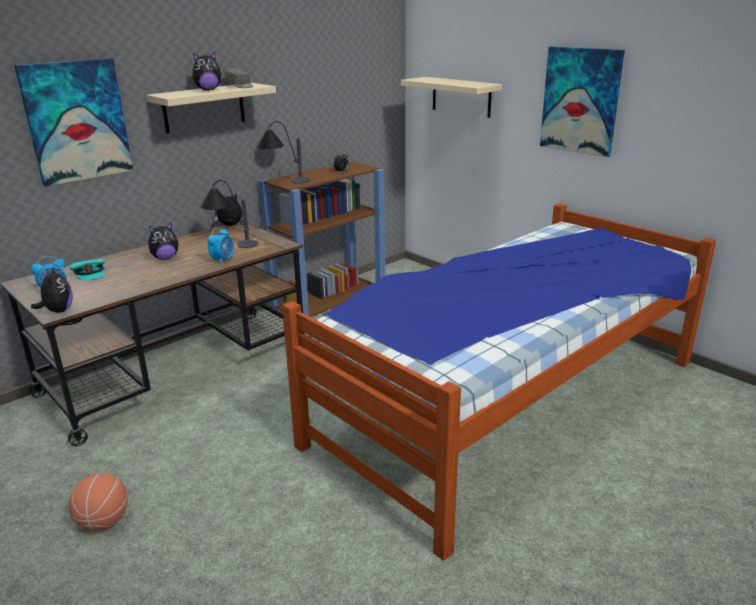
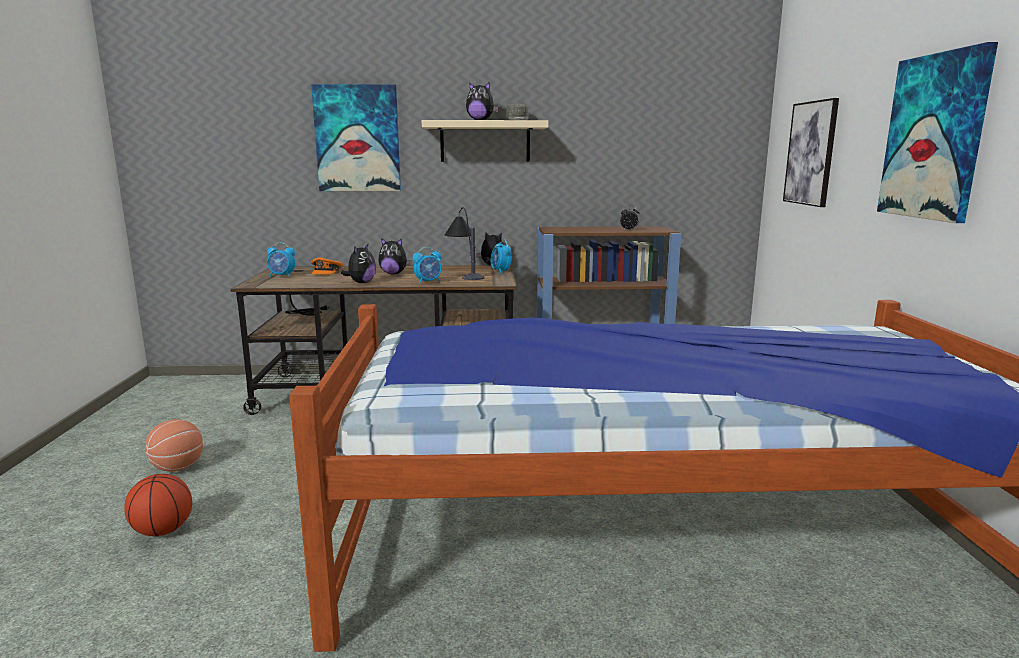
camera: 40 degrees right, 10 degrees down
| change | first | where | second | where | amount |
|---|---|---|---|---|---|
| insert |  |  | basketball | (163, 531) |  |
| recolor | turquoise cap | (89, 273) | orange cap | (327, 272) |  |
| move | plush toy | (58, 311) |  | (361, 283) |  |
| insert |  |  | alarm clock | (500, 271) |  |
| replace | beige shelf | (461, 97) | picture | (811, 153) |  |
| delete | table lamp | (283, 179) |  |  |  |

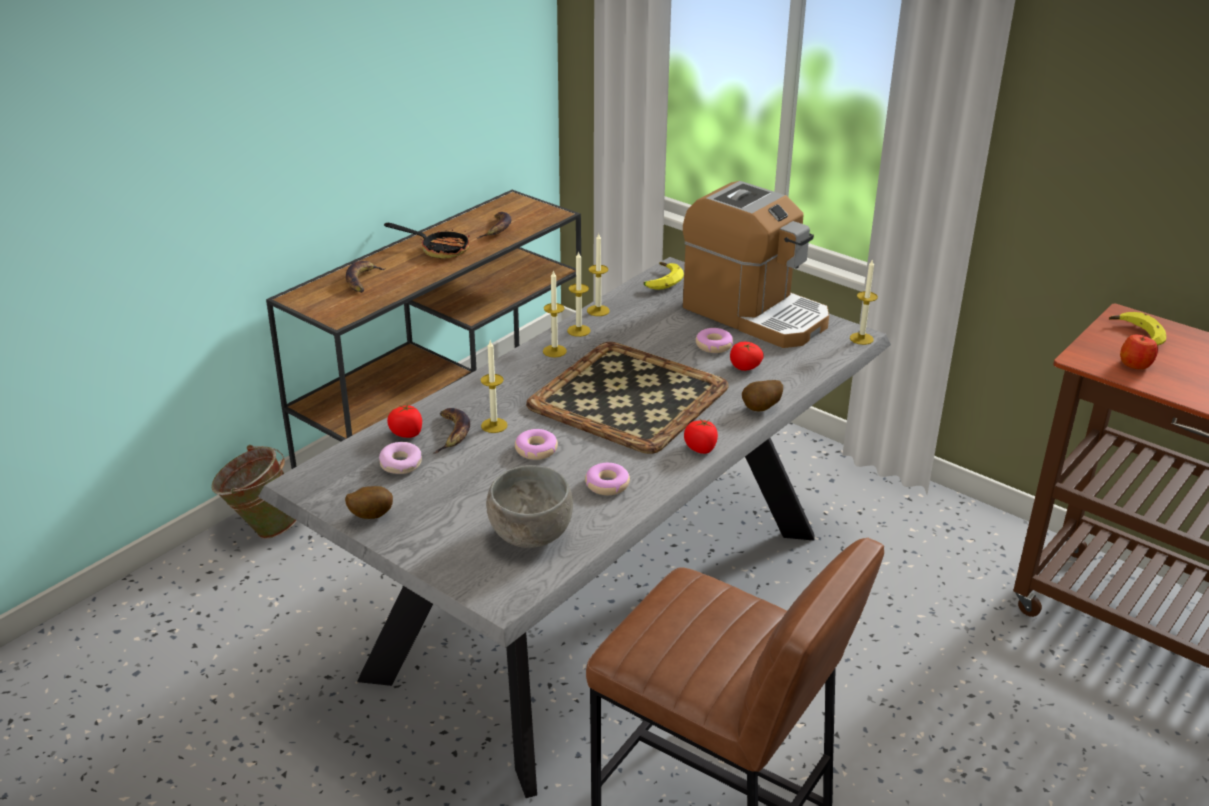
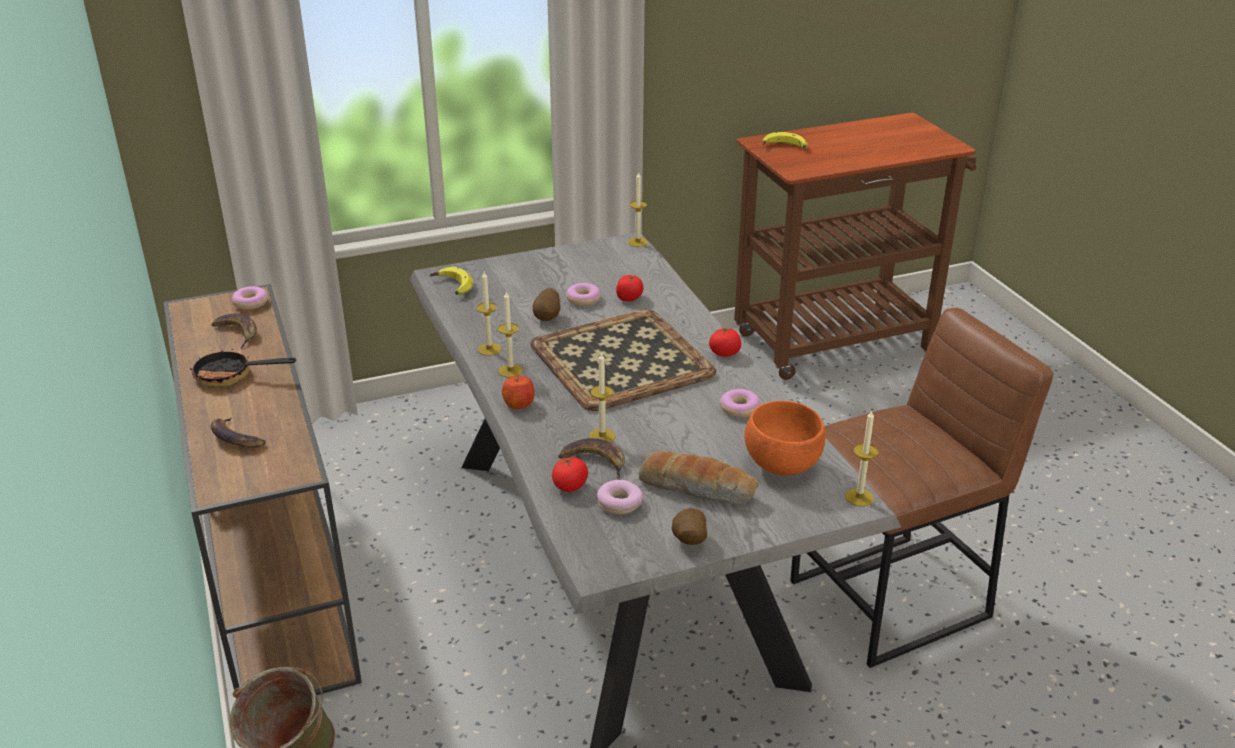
camera: 60 degrees left, 0 degrees up
| change | first | where | second | where | amount |
|---|---|---|---|---|---|
| rotate | frying pan | (438, 249) |  | (232, 376) | 135 degrees counterclockwise |
| move | donut | (536, 450) |  | (251, 303) |  |
| move | apple | (1135, 364) |  | (518, 404) |  |
| move | potato | (761, 409) |  | (548, 317) |  |
| insert |  |  | bread | (698, 488) |  |
| recolor | grey bowl | (529, 535) | orange bowl | (781, 465) |  |
| move | candle | (598, 310) |  | (859, 497) |  |
| delete | coffee machine | (754, 314) |  |  |  |

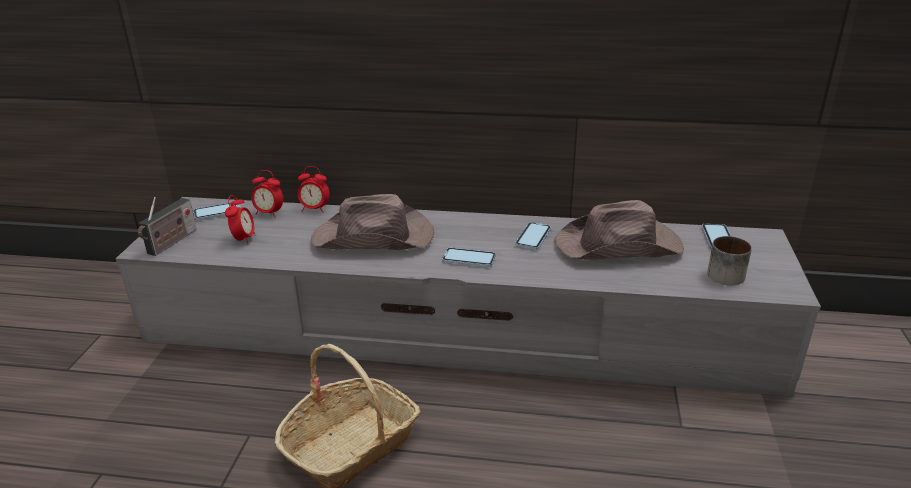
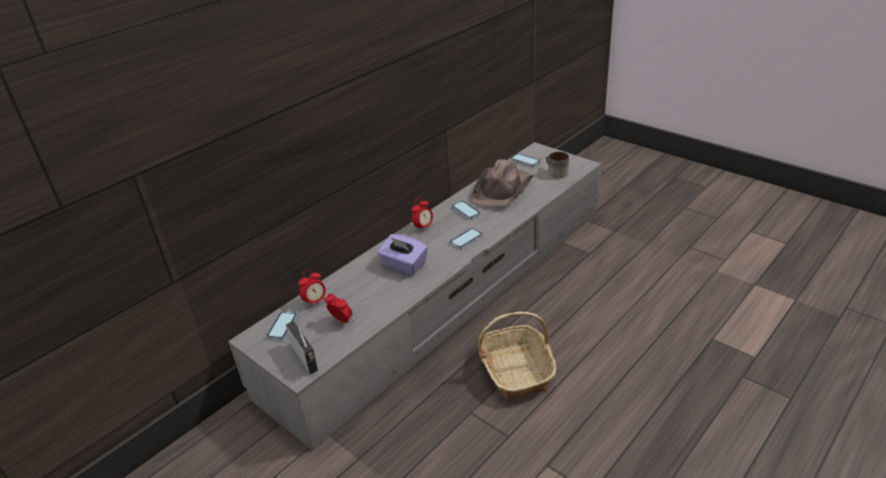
camera: 55 degrees left, 5 degrees up
| change | first | where | second | where | amount |
|---|---|---|---|---|---|
| replace | brown hat | (374, 238) | purple tissue box | (404, 265) |  |
| move | alarm clock | (314, 209) |  | (423, 227) |  |

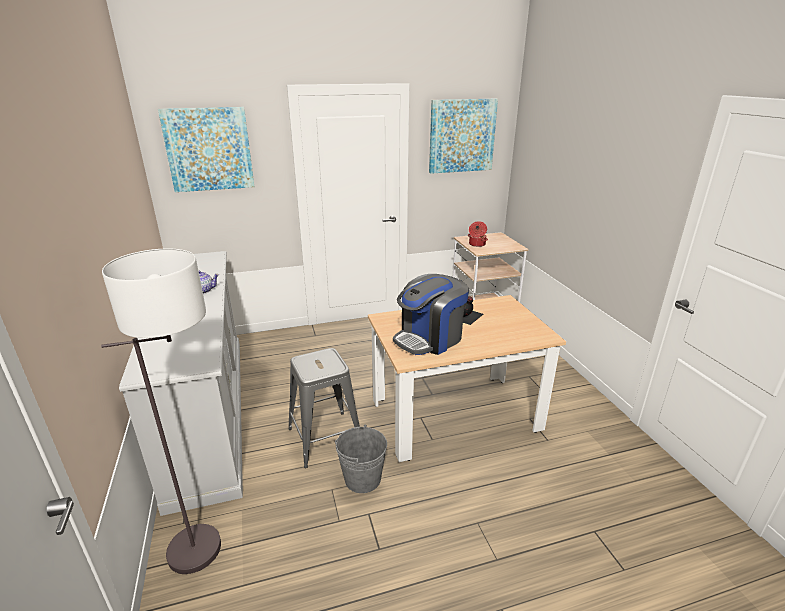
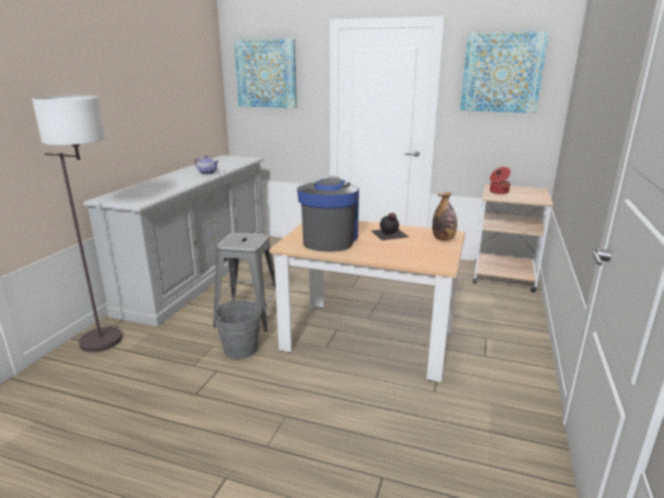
camera: 35 degrees right, 5 degrees down
| change | first | where | second | where | amount |
|---|---|---|---|---|---|
| rotate | coffee machine | (429, 338) |  | (329, 239) | 105 degrees clockwise |
| insert |  |  | bottle | (443, 239) |  |

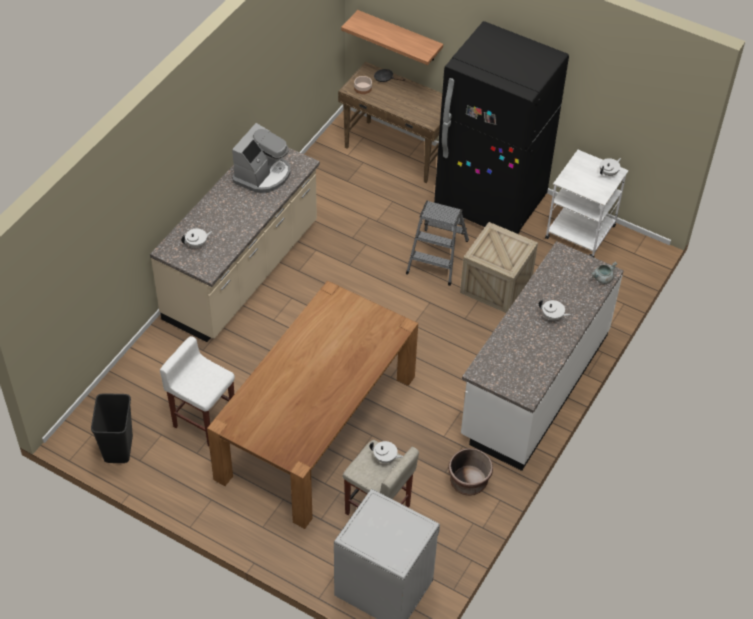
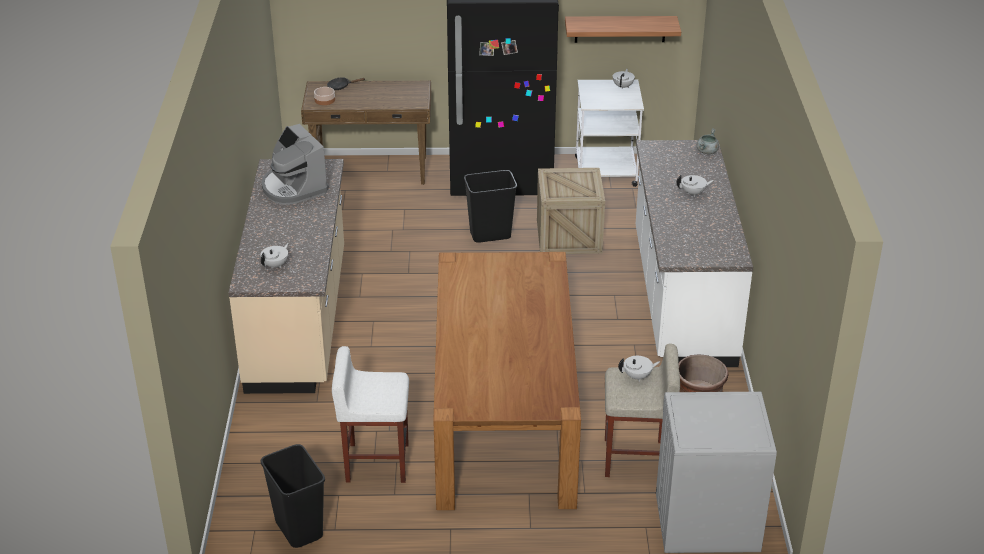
camera: 30 degrees left, 15 degrees down
| change | first | where | second | where | amount |
|---|---|---|---|---|---|
| rotate | coffee machine | (263, 175) |  | (293, 188) | 150 degrees clockwise |
| replace | grey step ladder | (437, 256) | black trash can | (490, 234) |  |
| move | shelf | (399, 36) |  | (620, 29) |  |

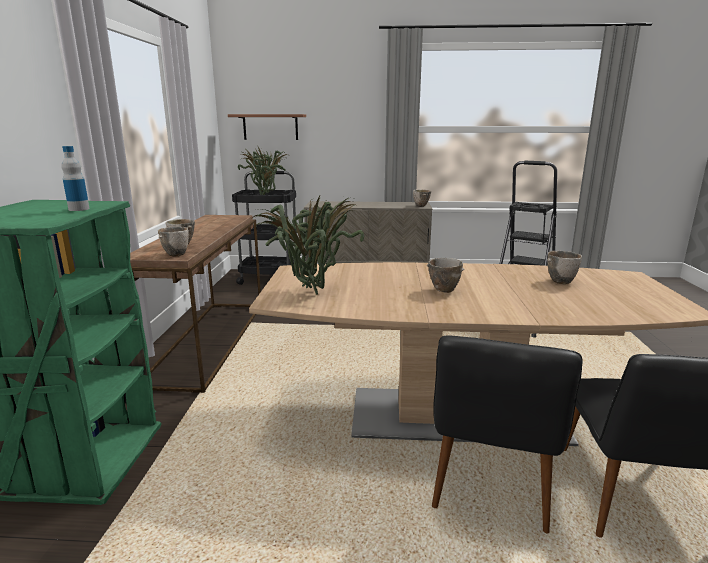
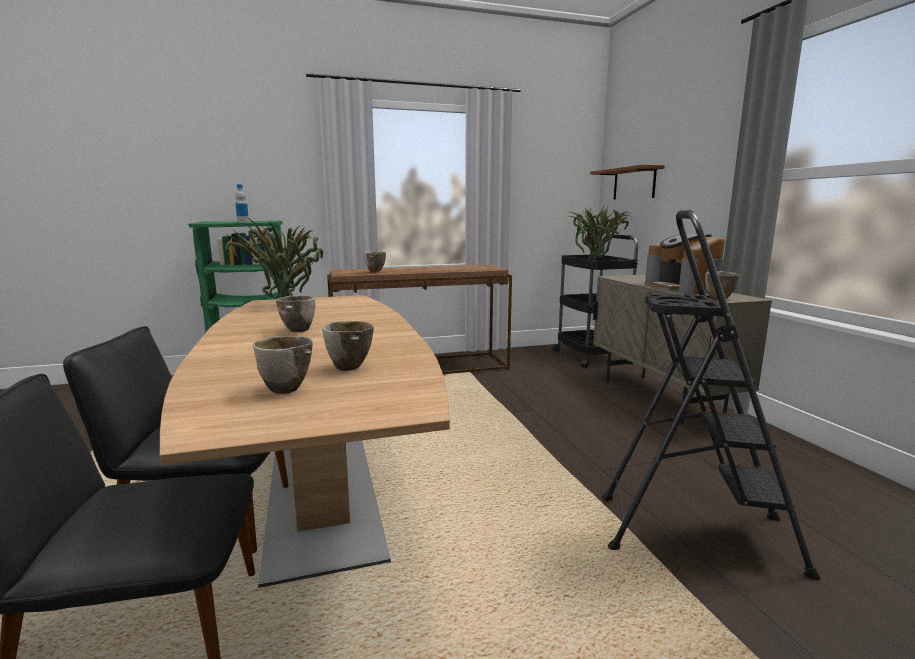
camera: 70 degrees right, 5 degrees down
| change | first | where | second | where | amount |
|---|---|---|---|---|---|
| move | bowl | (177, 254) |  | (287, 390) |  |
| insert |  |  | coffee machine | (682, 288) |  |

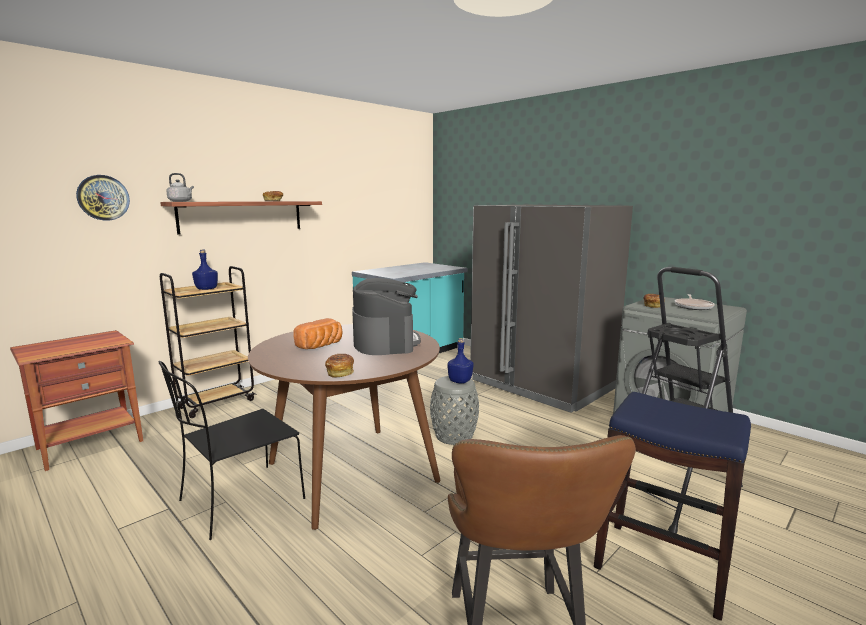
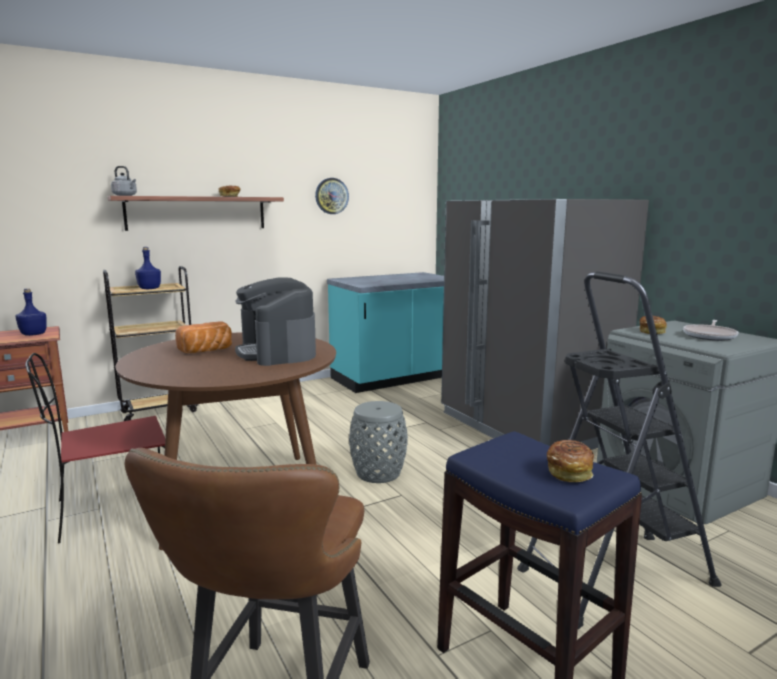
camera: 15 degrees right, 0 degrees up
| change | first | where | second | where | amount |
|---|---|---|---|---|---|
| move | blue bottle | (460, 381) |  | (33, 334) |  |
| recolor | black chair | (239, 501) | red chair | (111, 510) |  |
| rotate | coffee machine | (385, 342) |  | (277, 352) | 150 degrees clockwise |
| move | wall clock | (103, 197) |  | (331, 196) |  |
| move | bread | (340, 372) |  | (569, 472) |  |

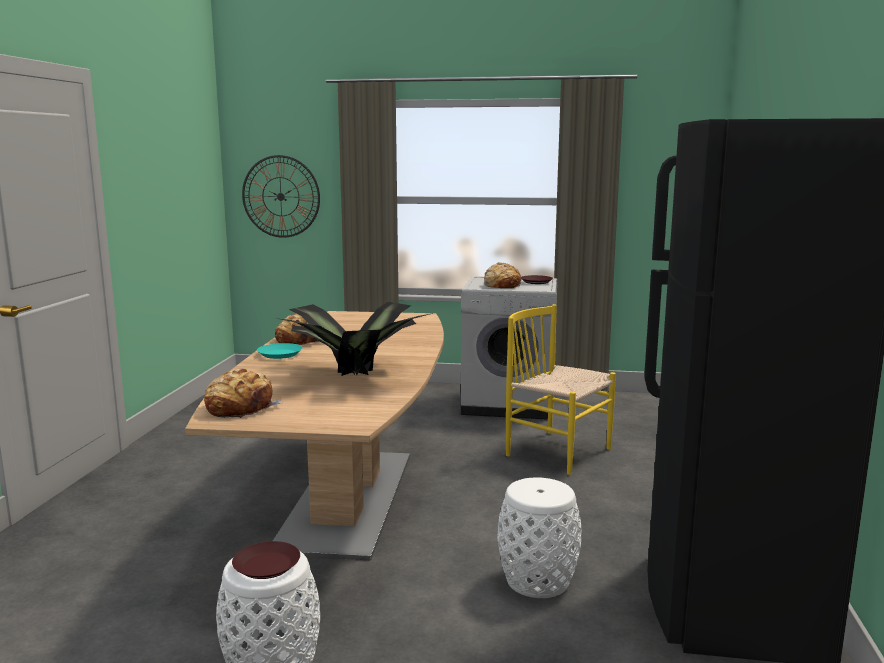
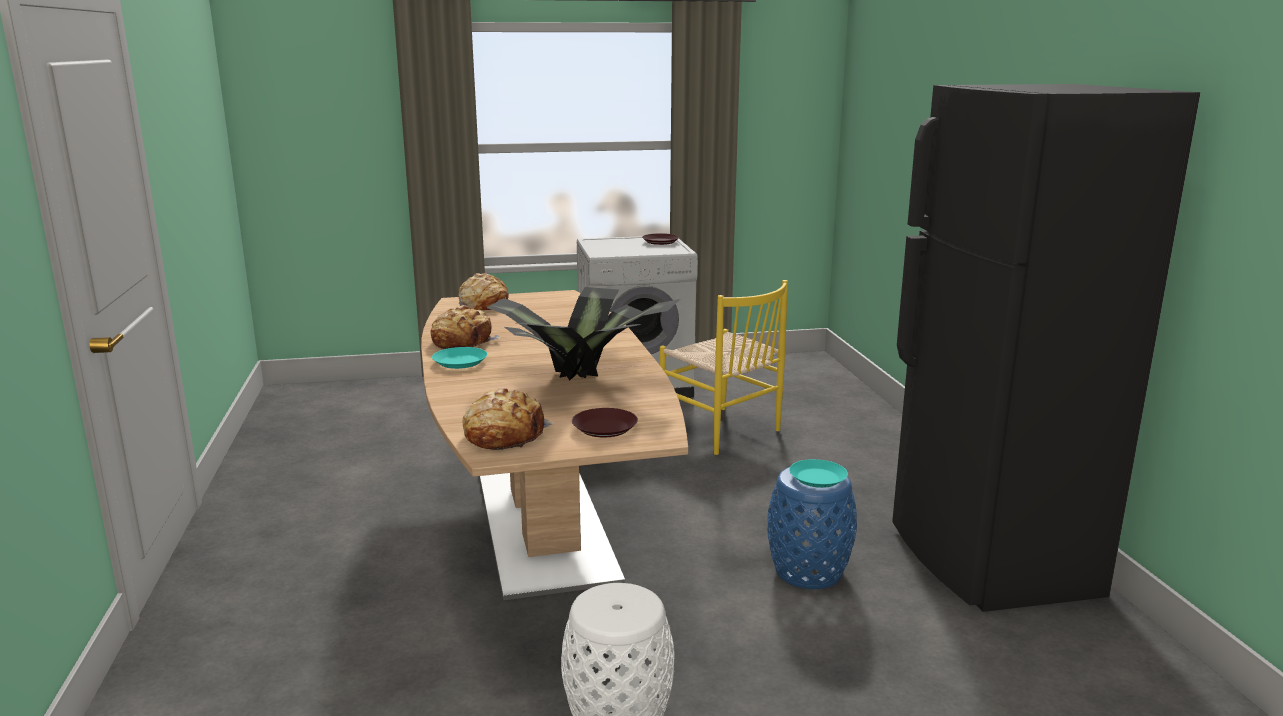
camera: 20 degrees left, 5 degrees up
| change | first | where | second | where | amount |
|---|---|---|---|---|---|
| move | bread | (502, 285) |  | (483, 304) |  |
| move | brown plate | (266, 566) |  | (604, 428) |  |
| rotate | yellow chair | (554, 451) |  | (723, 432) | 150 degrees counterclockwise |
| recolor | white stool | (537, 581) | blue stool | (808, 572) |  |
| insert |  |  | turquoise plate | (818, 478) |  |
| delete | wall clock | (281, 196) |  |  |  |

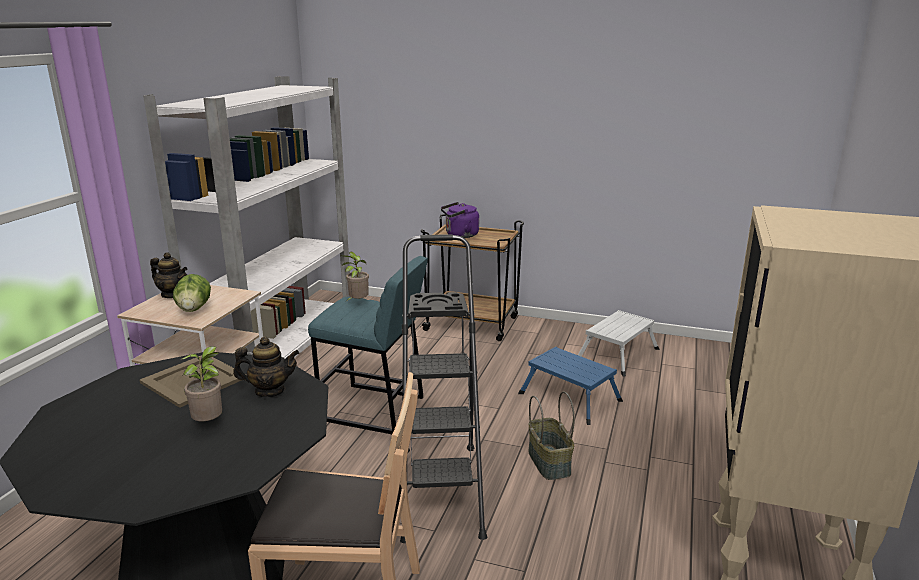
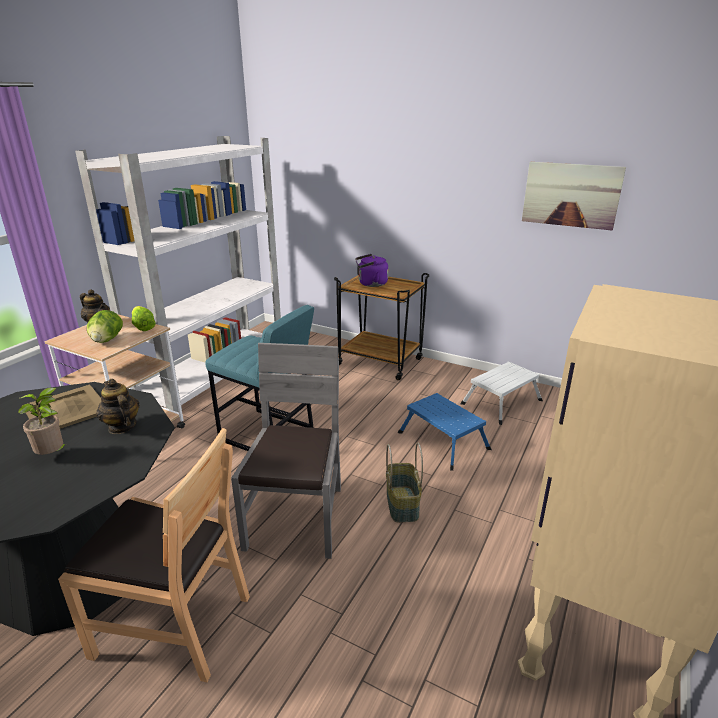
camera: 10 degrees right, 5 degrees up
| change | first | where | second | where | amount |
|---|---|---|---|---|---|
| rotate | teapot | (270, 391) |  | (122, 426) | 135 degrees counterclockwise |
| insert |  |  | lettuce | (143, 327) |  |
| replace | step ladder | (440, 488) | grey chair | (296, 518) |  |
| insert |  |  | picture | (571, 195) |  |
| delete | potted plant | (357, 302) |  |  |  |

